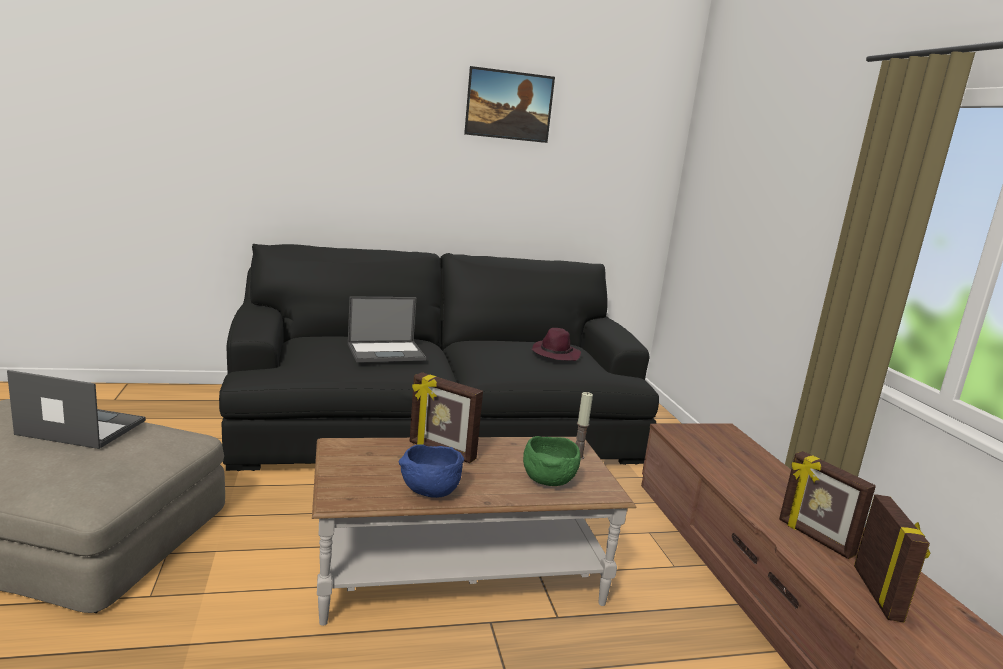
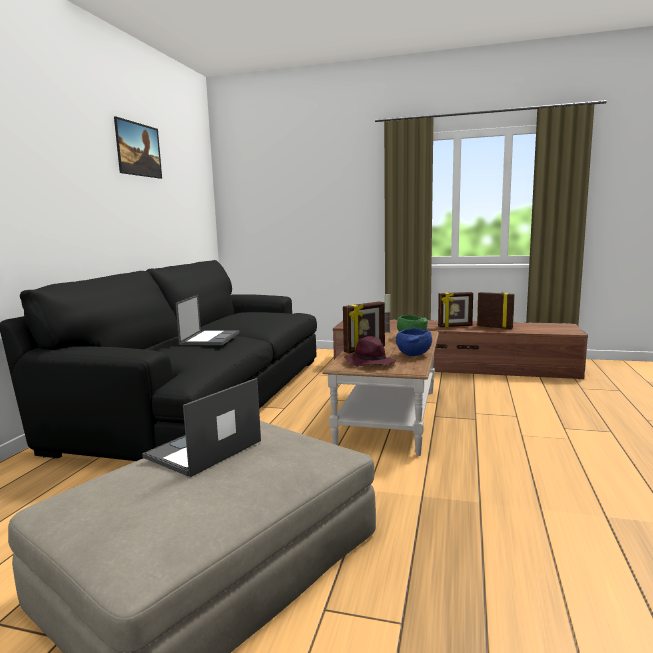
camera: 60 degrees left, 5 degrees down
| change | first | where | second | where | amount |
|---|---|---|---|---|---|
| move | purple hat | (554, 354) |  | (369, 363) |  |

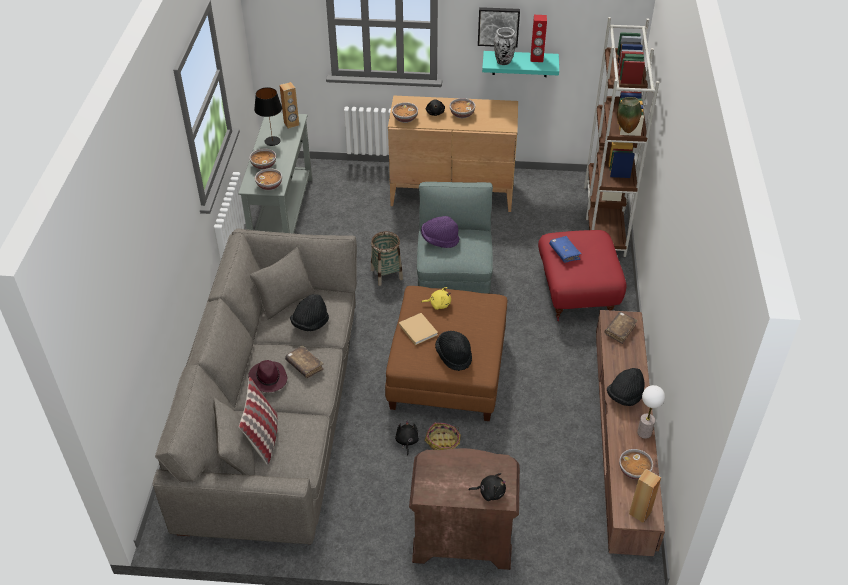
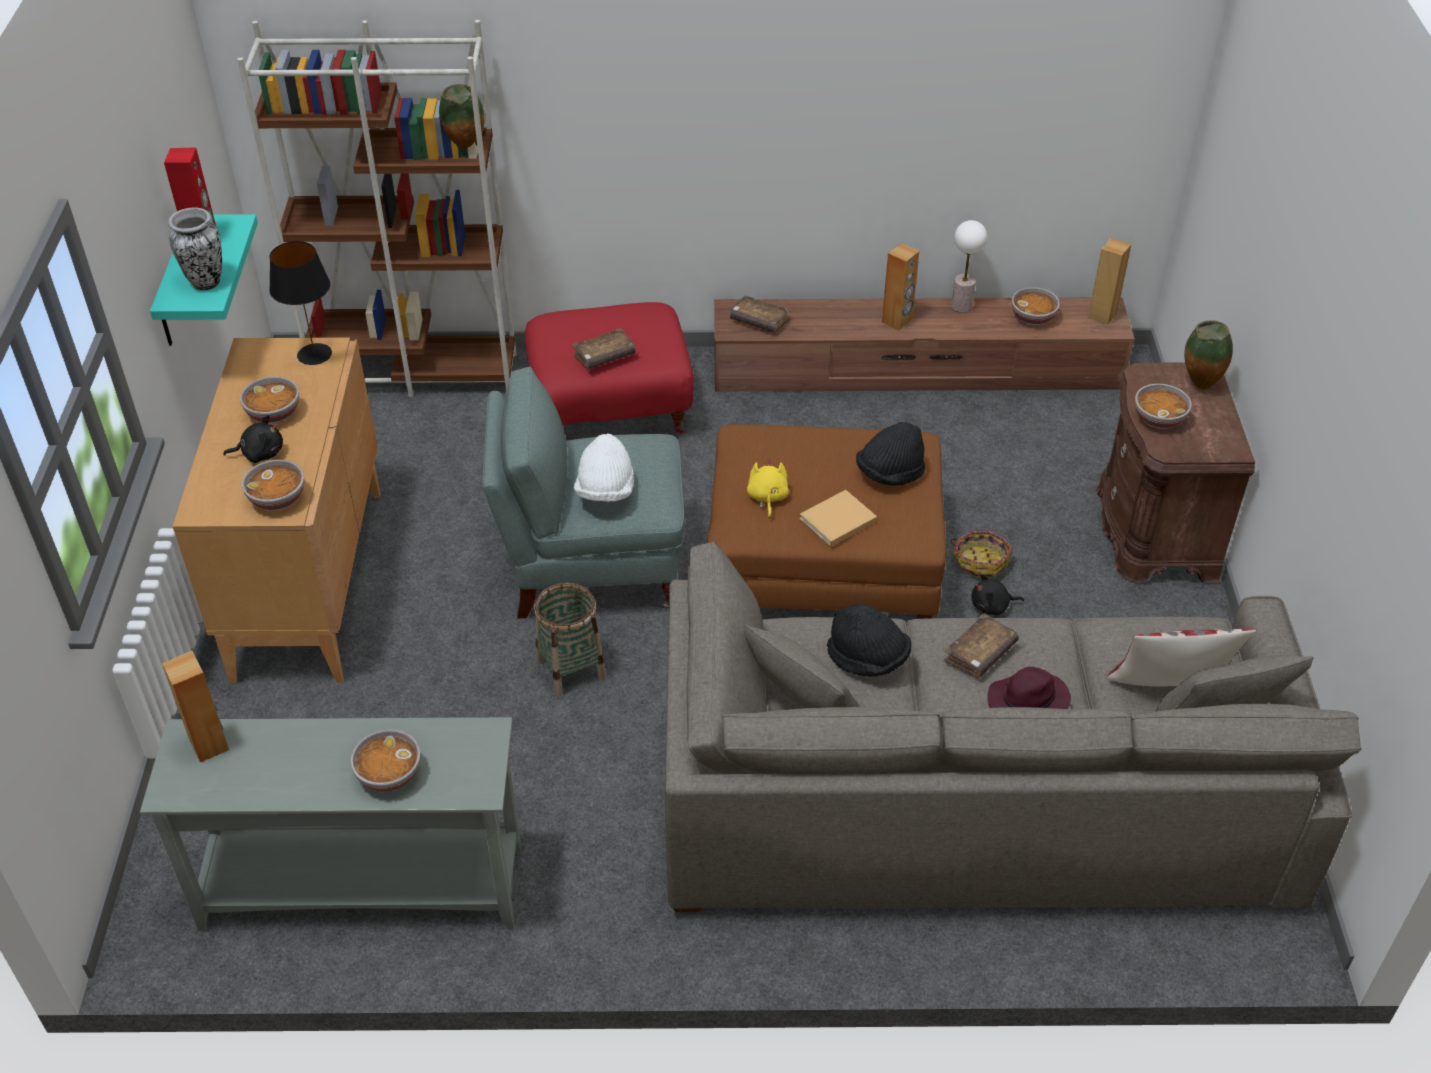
camera: 95 degrees left, 0 degrees up
| change | first | where | second | where | amount |
|---|---|---|---|---|---|
| move | black table lamp | (272, 141) |  | (314, 354) |  |
| recolor | blue book | (564, 253) | brown book | (604, 356) |  |
| recolor | purple hat | (439, 240) | white hat | (605, 491) |  |
| replace | black hat | (625, 396) | brown speaker | (897, 321) |  |
| move | bowl | (270, 186) |  | (1158, 418) |  |
| replace | black plush toy | (490, 492) | vase | (1199, 386) |  |
| delete | picture | (498, 26) |  |  |  |

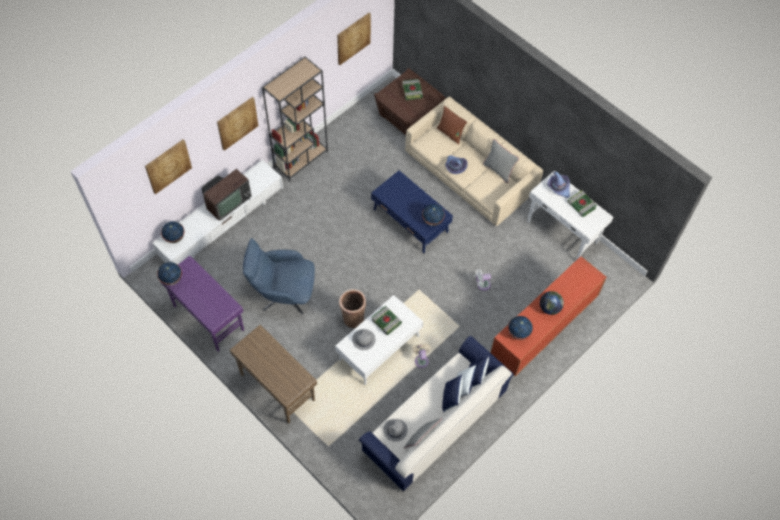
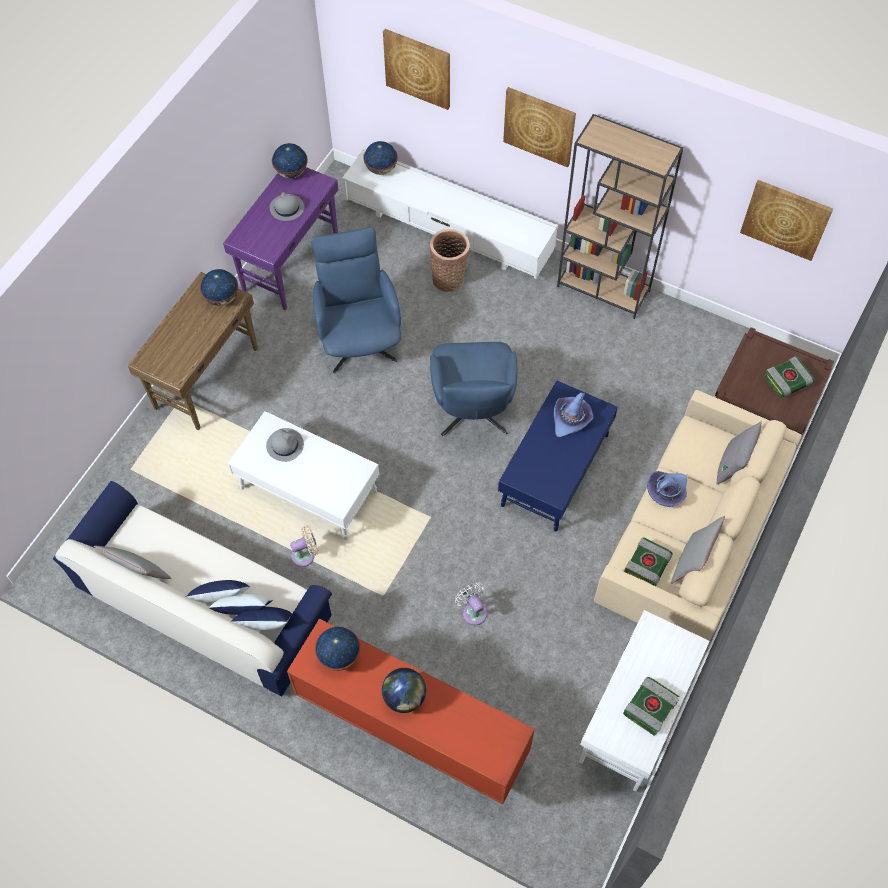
camera: 75 degrees right, 0 degrees up
| change | first | where | second | where | amount |
|---|---|---|---|---|---|
| move | globe | (432, 220) |  | (222, 298) |  |
| move | grey hat | (395, 430) |  | (286, 208) |  |
| move | basket | (353, 317) |  | (449, 278) |  |
| insert |  |  | blue armchair | (472, 411) |  |
| move | purple hat | (558, 187) |  | (571, 419) |  |
| move | book | (387, 322) |  | (647, 566) |  |
| recolor | brown pillow | (450, 133) | grey pillow | (733, 465) |  |
| delete | television | (227, 202) |  |  |  |

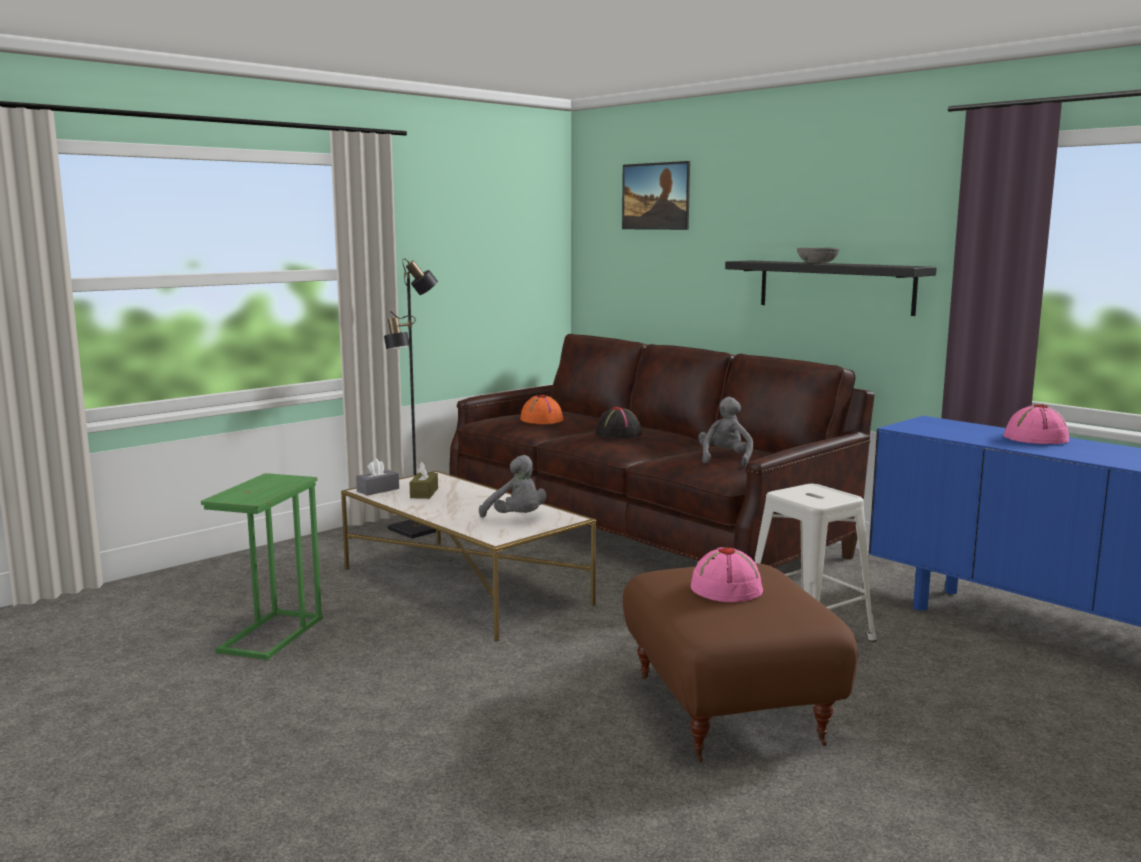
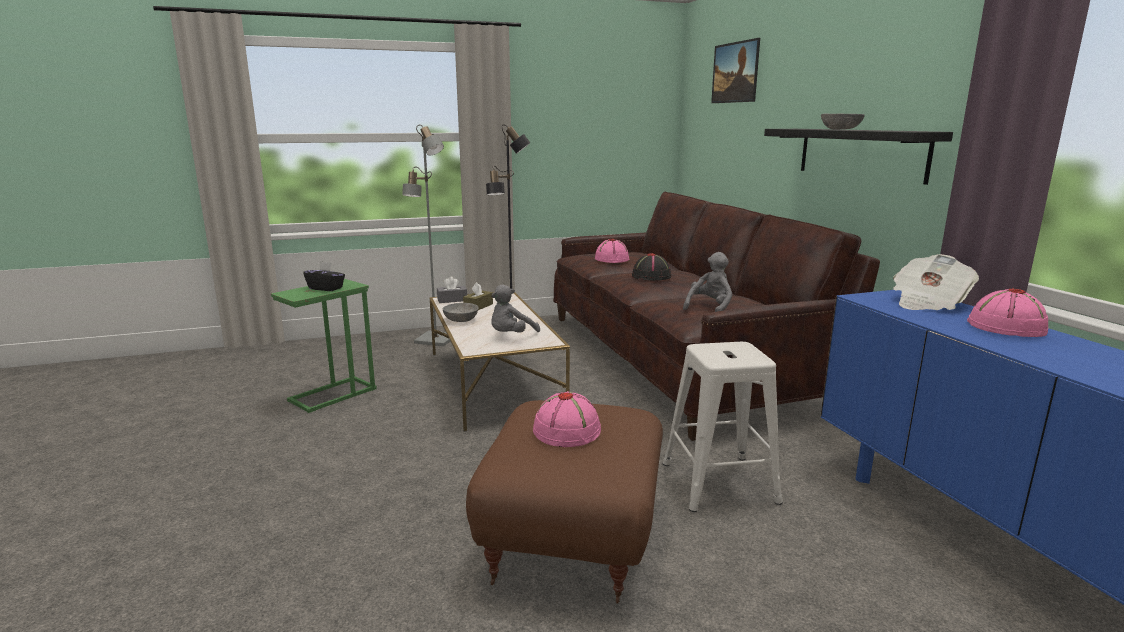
camera: 25 degrees right, 5 degrees up
| change | first | where | second | where | amount |
|---|---|---|---|---|---|
| insert |  |  | black tissue box | (326, 288) |  |
| insert |  |  | grey floor lamp | (436, 339) |  |
| insert |  |  | grey bowl | (461, 320) |  |
| rotate | grey plush toy | (517, 518) |  | (511, 336) | 60 degrees clockwise |
| recolor | orange hat | (541, 420) | pink hat | (611, 259) |  |
| insert |  |  | newspaper | (927, 303) |  |

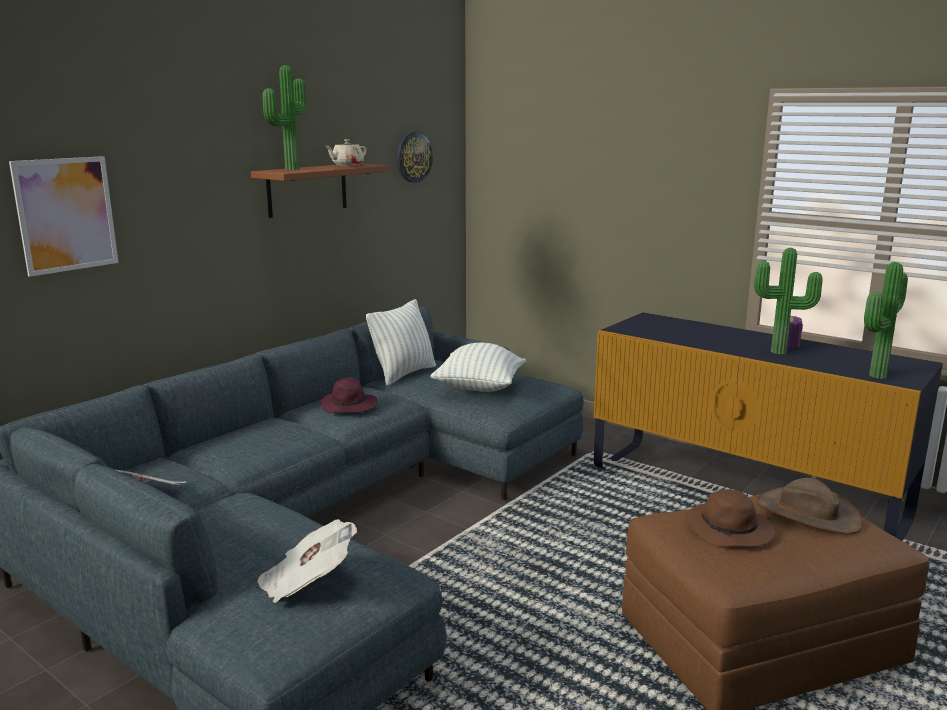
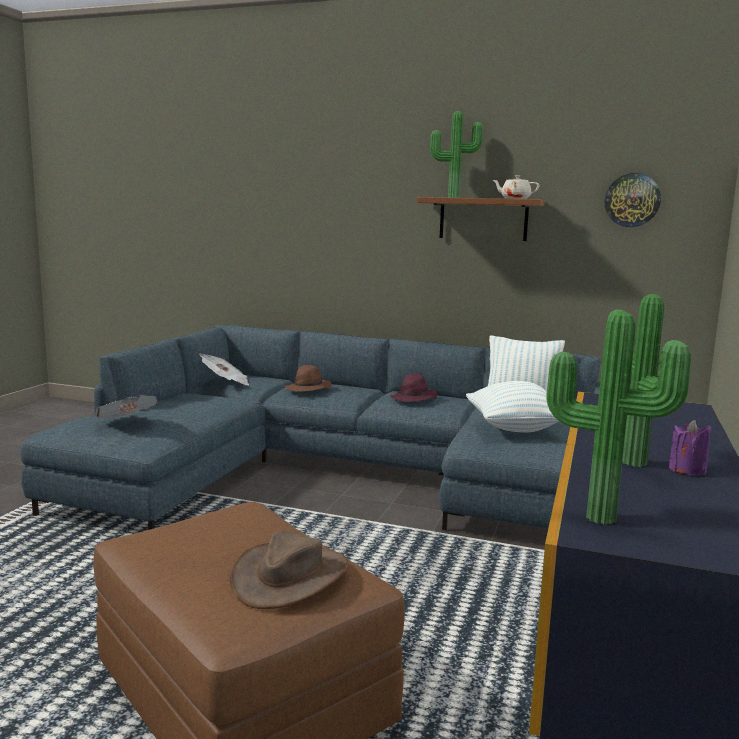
camera: 70 degrees right, 5 degrees down
| change | first | where | second | where | amount |
|---|---|---|---|---|---|
| move | brown hat | (729, 531) |  | (308, 389) |  |
| delete | picture | (66, 214) |  |  |  |

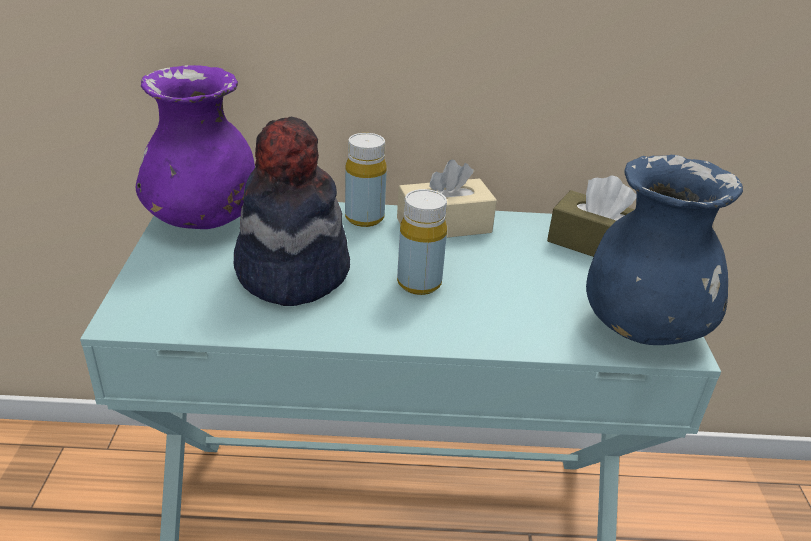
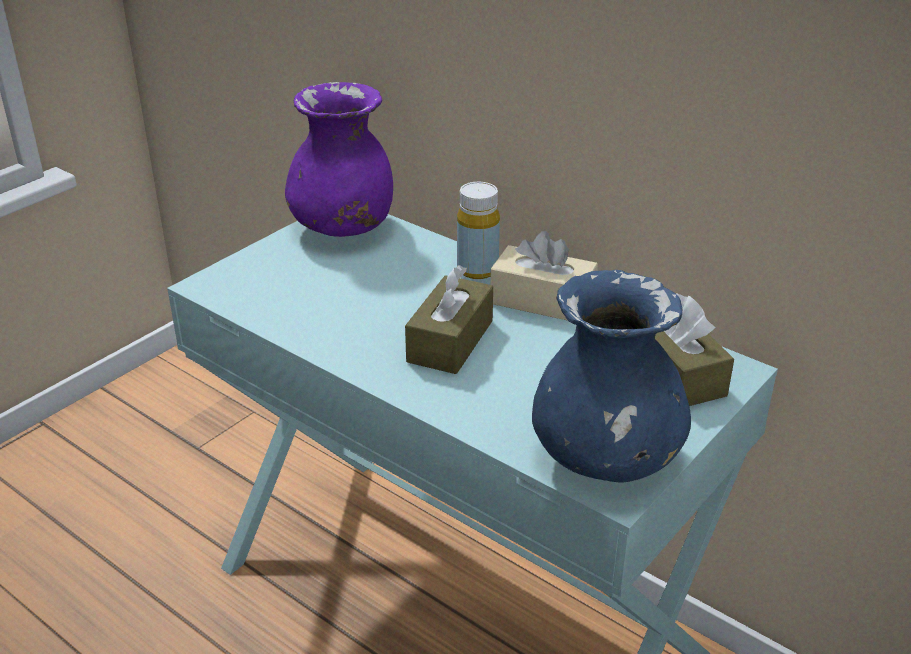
camera: 40 degrees right, 0 degrees up
| change | first | where | second | where | amount |
|---|---|---|---|---|---|
| replace | yellow bottle | (419, 283) | brown tissue box | (450, 341) |  |
| delete | hat | (291, 271) |  |  |  |

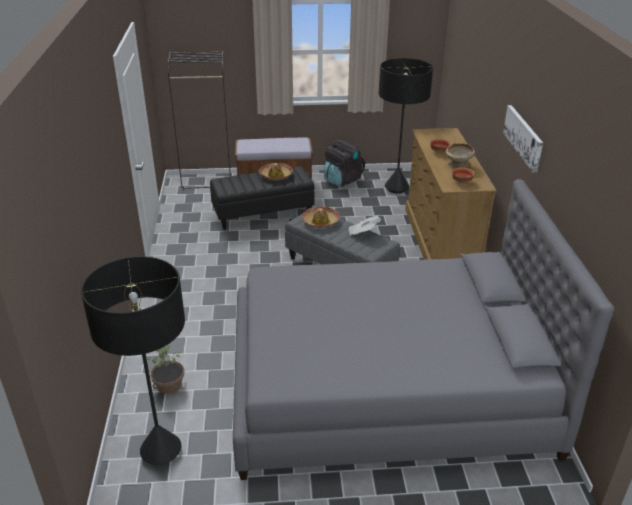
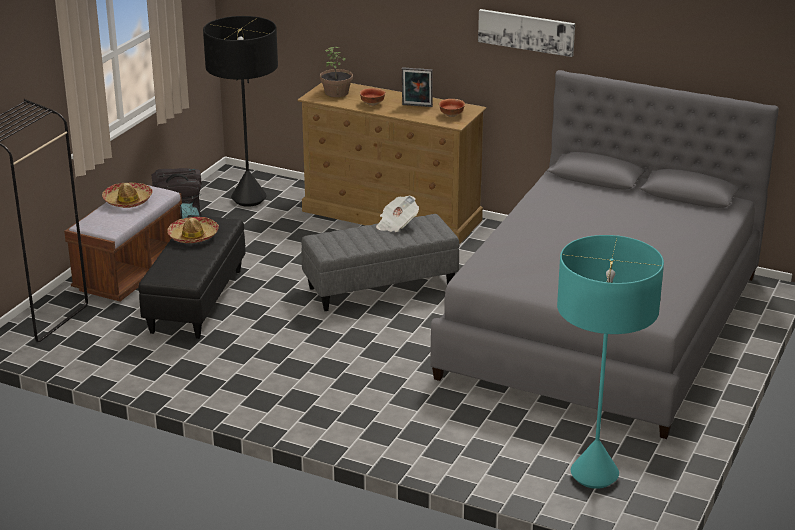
camera: 60 degrees left, 5 degrees down
| change | first | where | second | where | amount |
|---|---|---|---|---|---|
| move | hat | (320, 221) |  | (128, 201) |  |
| move | potted plant | (169, 385) |  | (337, 92) |  |
| replace | beige bowl | (458, 166) | picture frame | (417, 106) |  |
| recolor | black floor lamp | (161, 452) | turquoise floor lamp | (594, 477) |  |

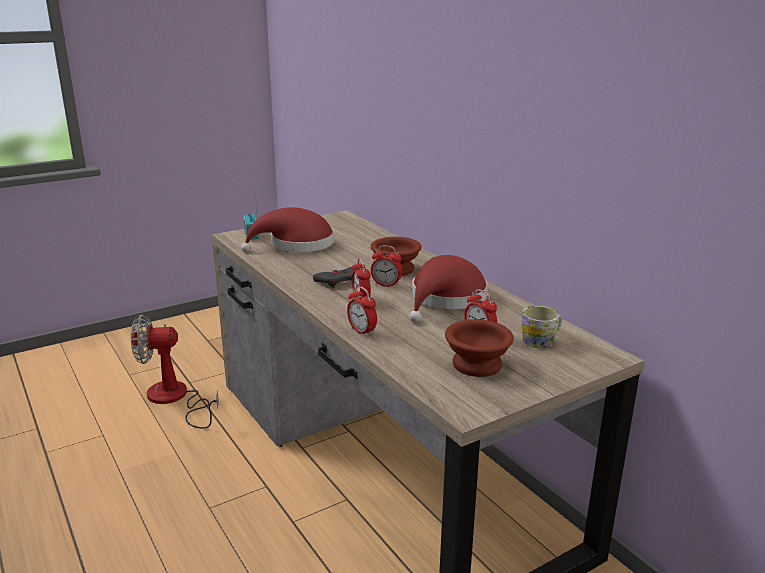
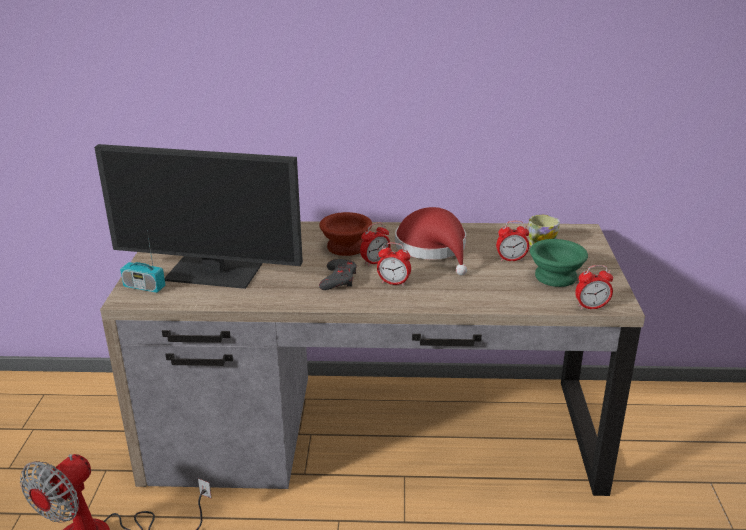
camera: 55 degrees left, 5 degrees up
| change | first | where | second | where | amount |
|---|---|---|---|---|---|
| replace | red hat | (296, 245) | monitor | (215, 272) |  |
| recolor | brown bowl | (475, 364) | green bowl | (554, 277) |  |
| move | alarm clock | (362, 331) |  | (591, 307) |  |

